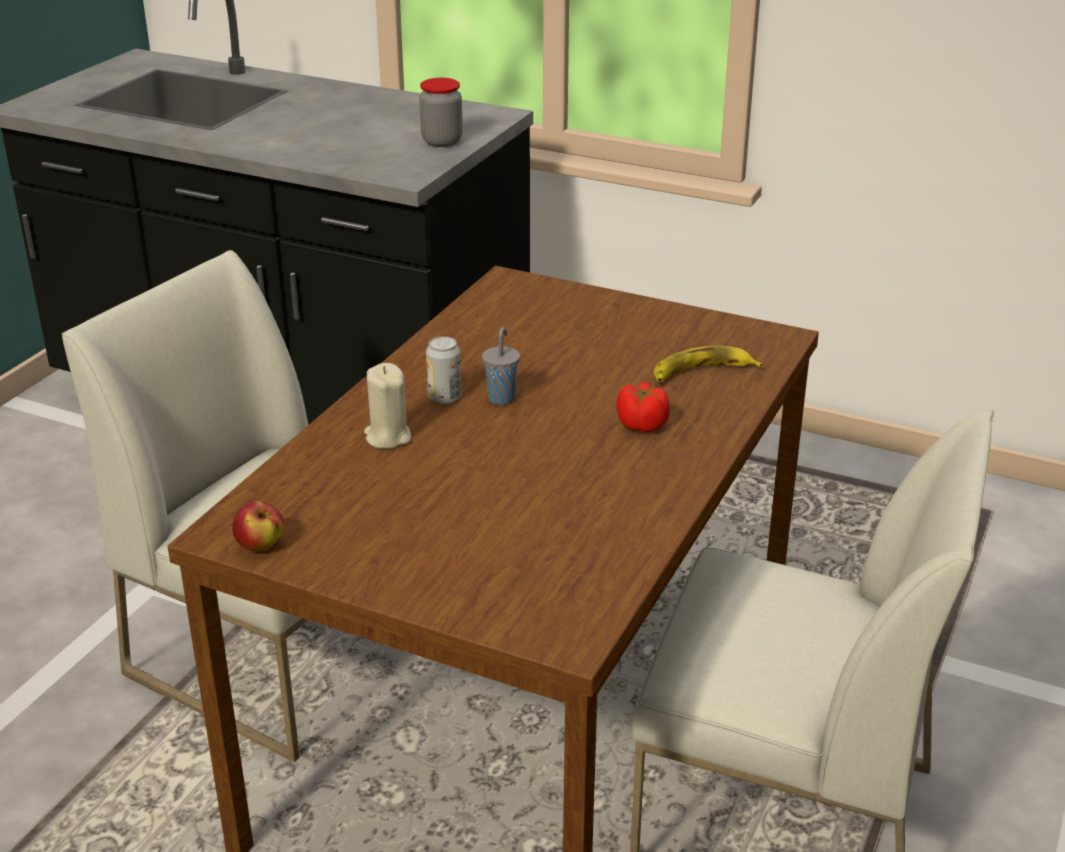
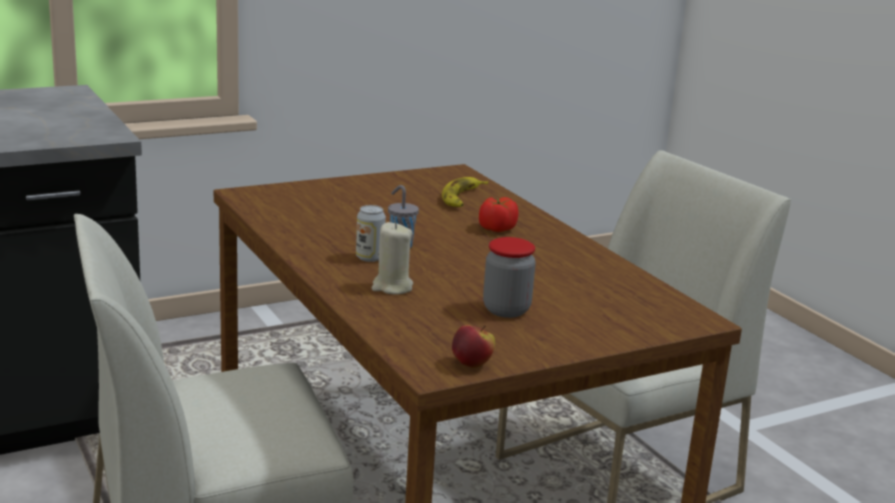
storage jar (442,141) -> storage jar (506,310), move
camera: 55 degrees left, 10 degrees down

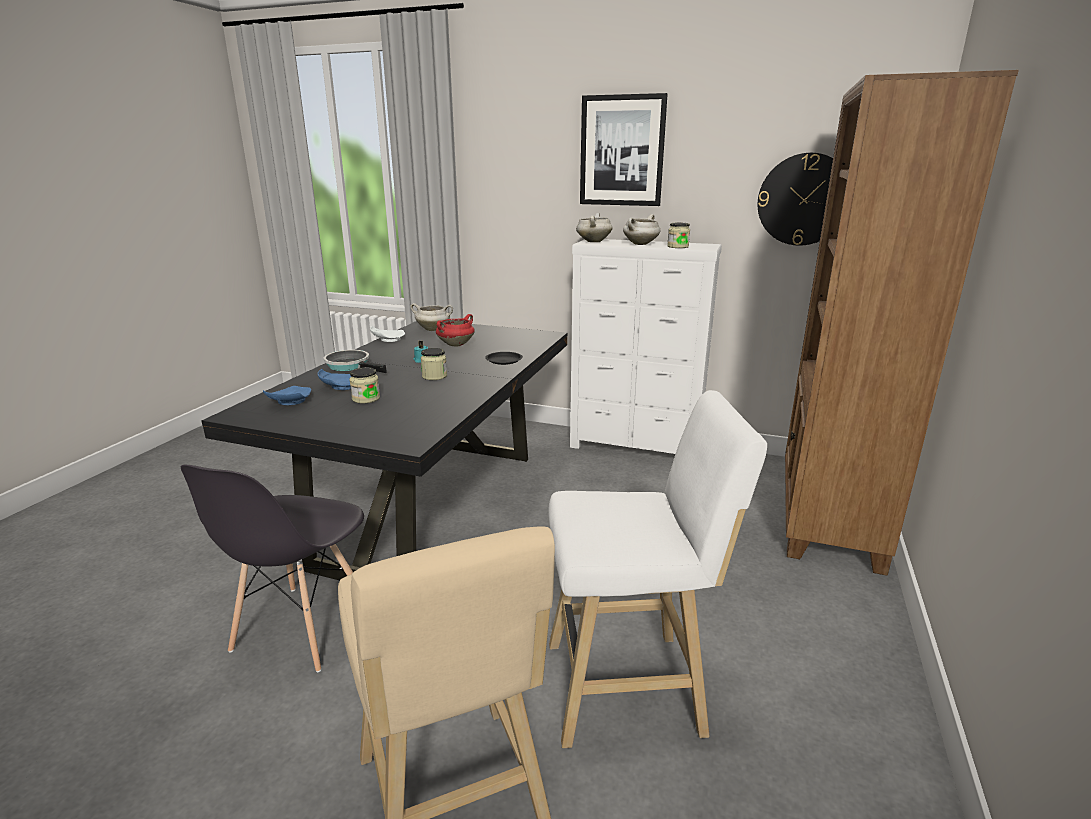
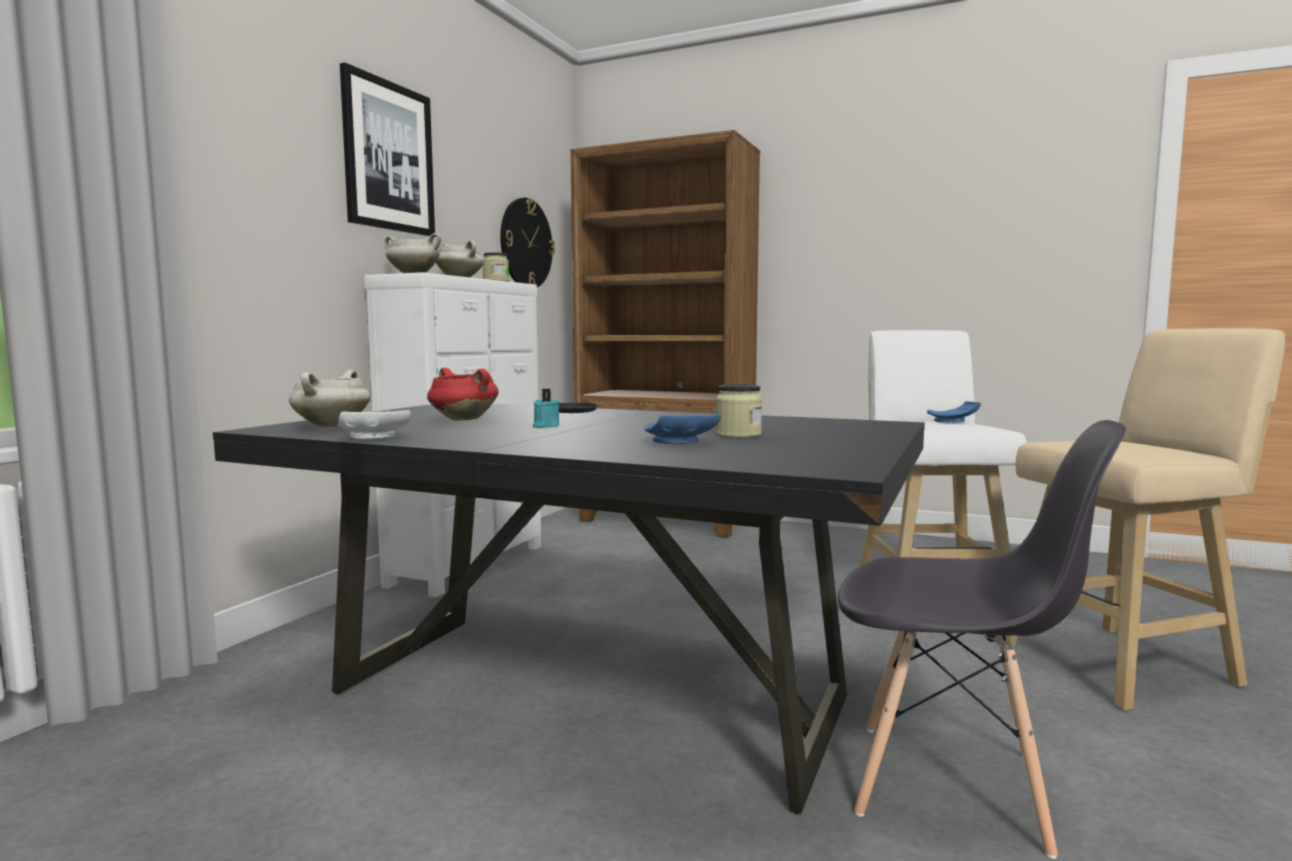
storage jar (434,376) -> none
frying pan (351,366) -> none
flat dish in bluish (289,402) -> flat dish in bluish (953,421), move
camera: 85 degrees left, 15 degrees down

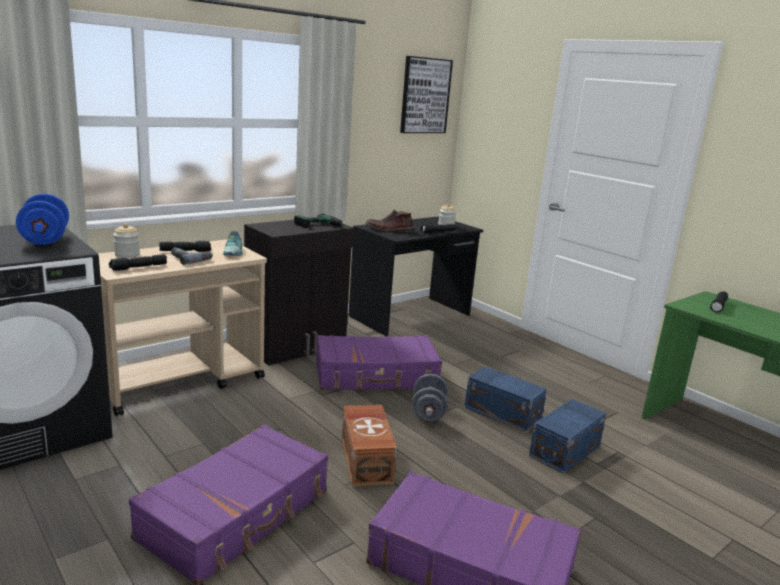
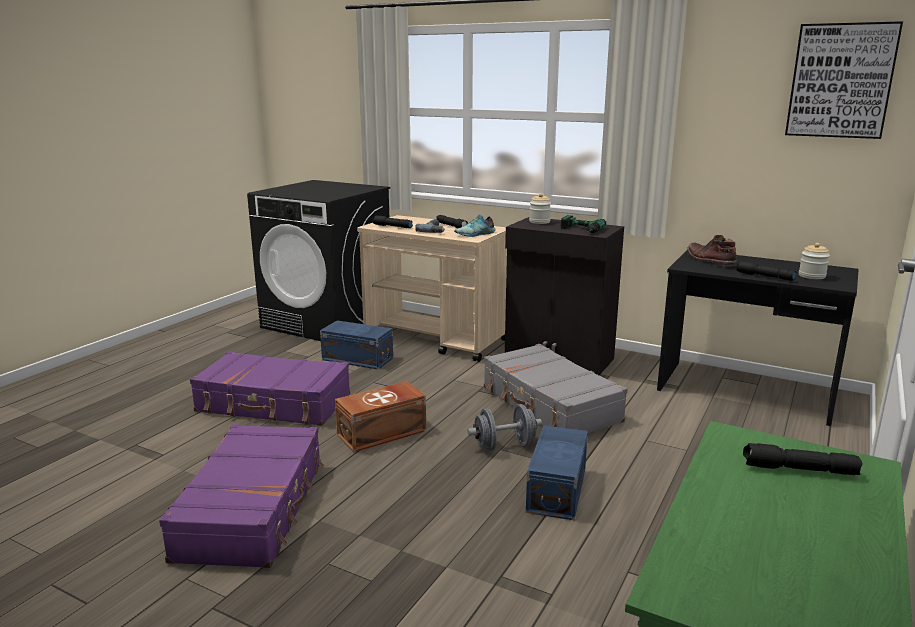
free weight in bluish (45,239) -> none
storage jar (127,255) -> storage jar (539,222), move
piece of luggage in purplish (376,376) -> piece of luggage in gray (549,405)
storage box in bluish (566,451) -> storage box in bluish (358,359), move
camera: 70 degrees right, 0 degrees up

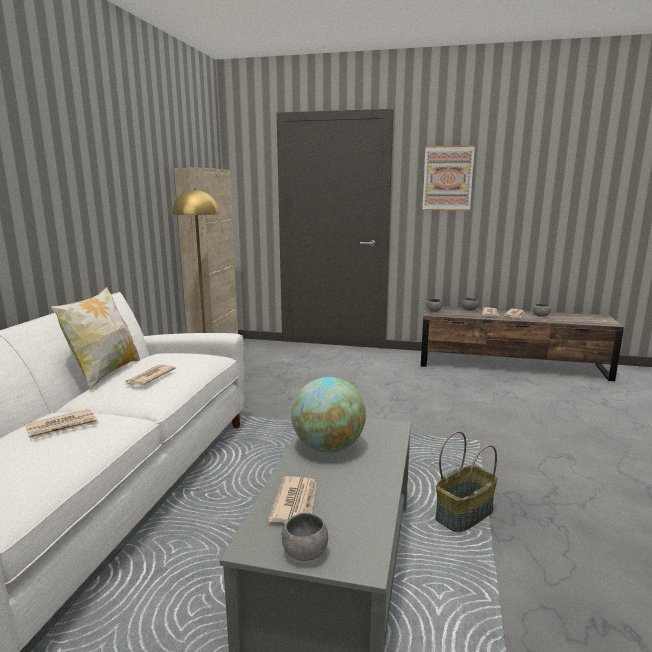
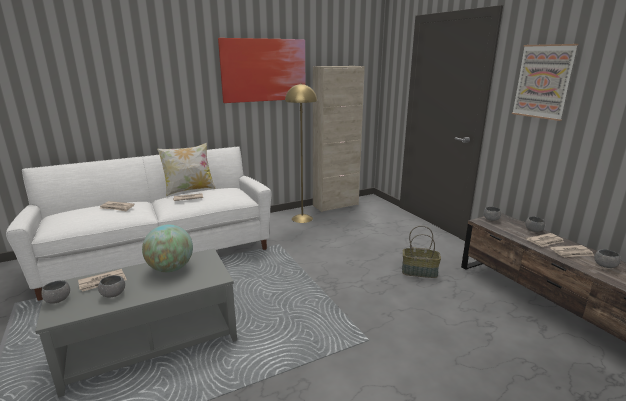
household basket (463,514) -> household basket (419,272), move
none -> picture (264,70)
none -> deep dish in gray (113,294)
camera: 50 degrees right, 5 degrees up

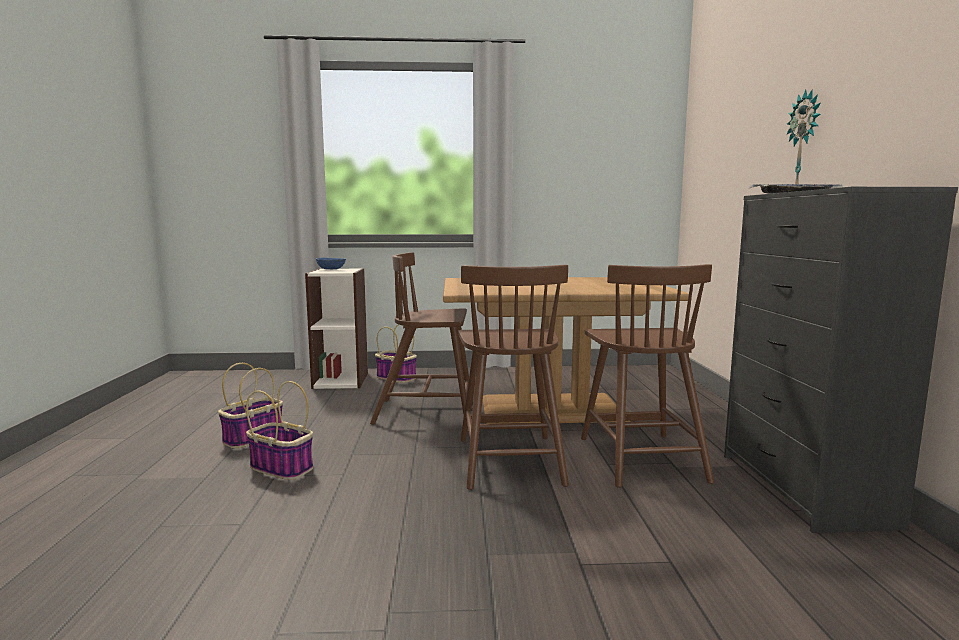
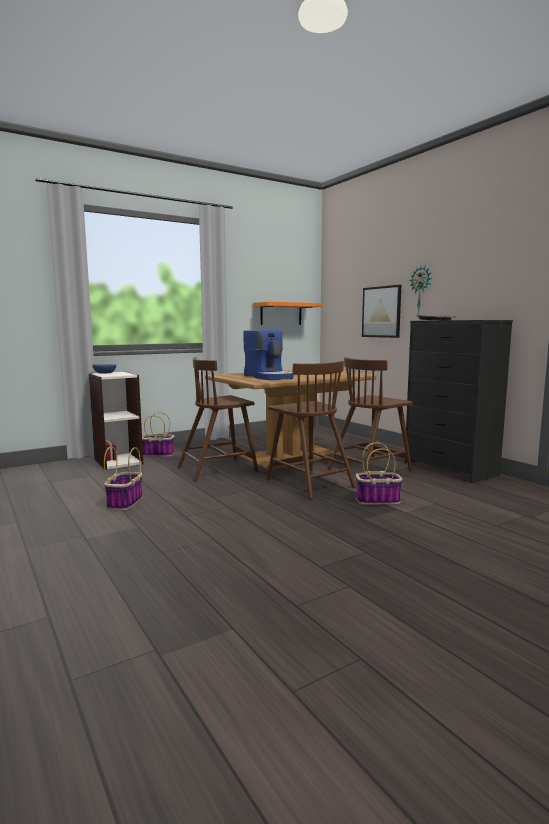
plain chair in brown (640,458) -> plain chair in brown (370,470), 90 degrees clockwise
household basket (283,468) -> household basket (378,500), move
none -> picture (381,312)
none -> bracket shelf in orange (281,314)
none -> coffee machine (269,377)
camera: 30 degrees left, 0 degrees up

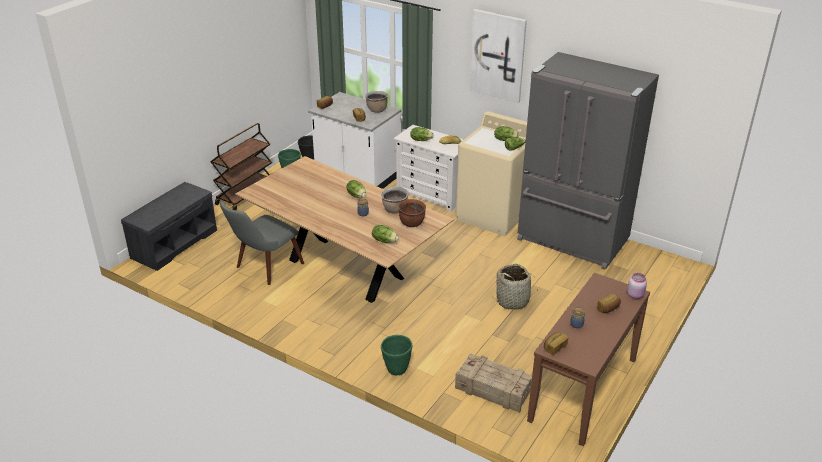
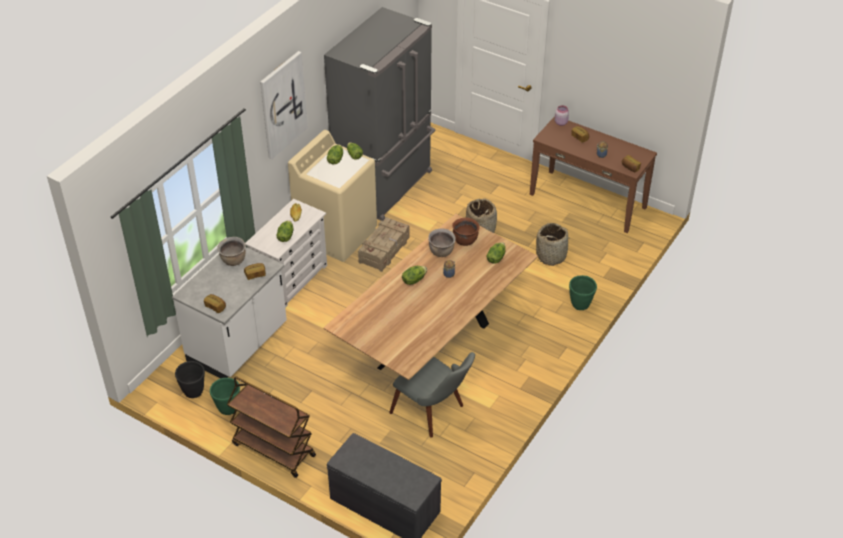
shipping crate (493,390) -> shipping crate (384,250), move
none -> household basket (551,256)
camera: 90 degrees left, 10 degrees up

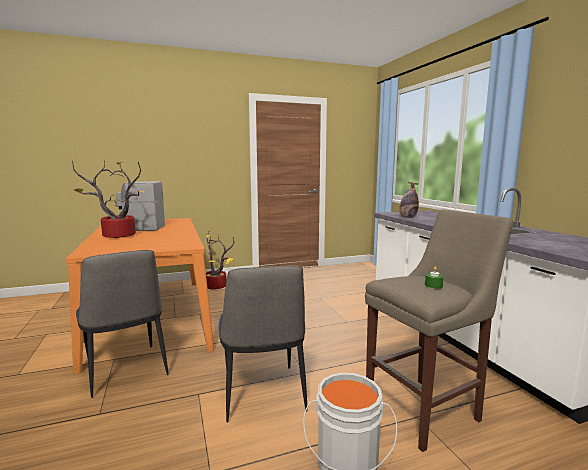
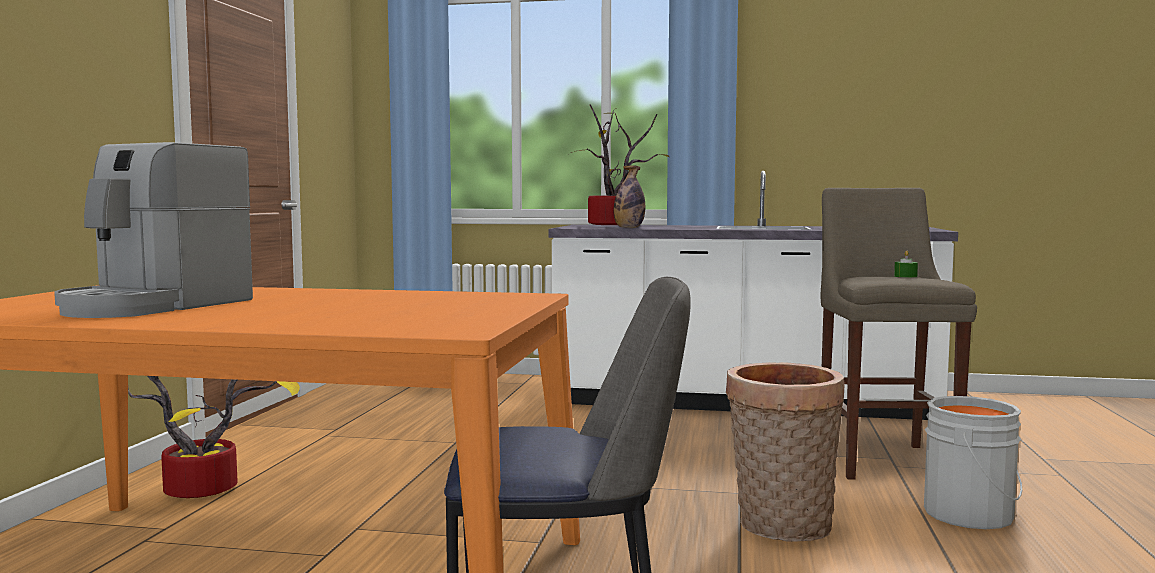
plant in a pot (116,236) -> plant in a pot (612,225), move
plain chair (263,394) -> household basket (781,528)
camera: 60 degrees left, 5 degrees down

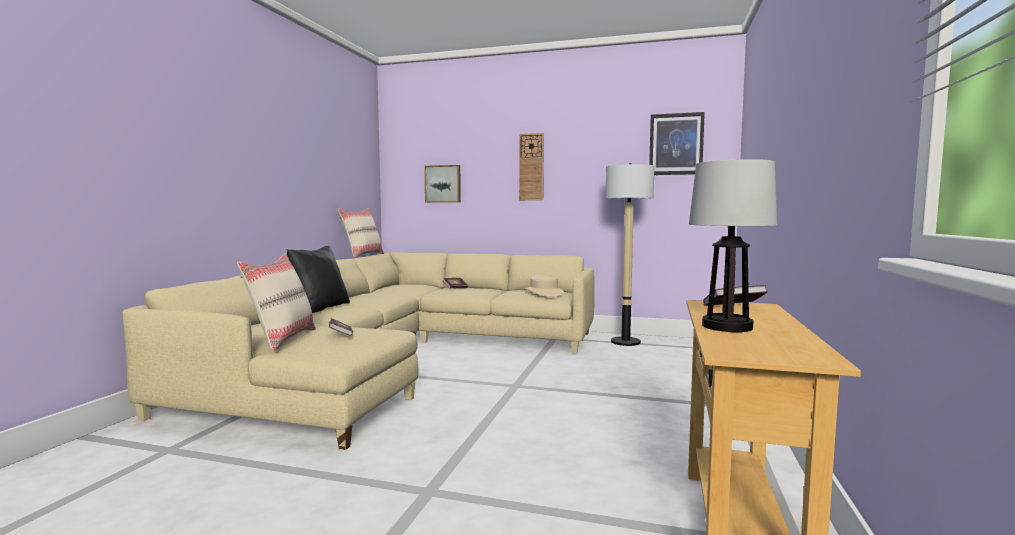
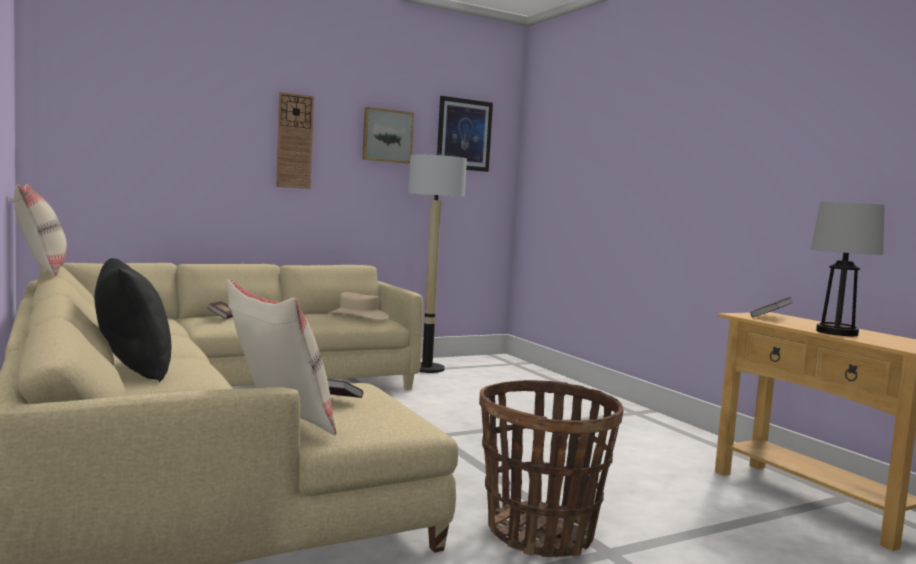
picture (443,184) -> picture (387,136), move
none -> household basket (541,533)
camera: 45 degrees left, 0 degrees up

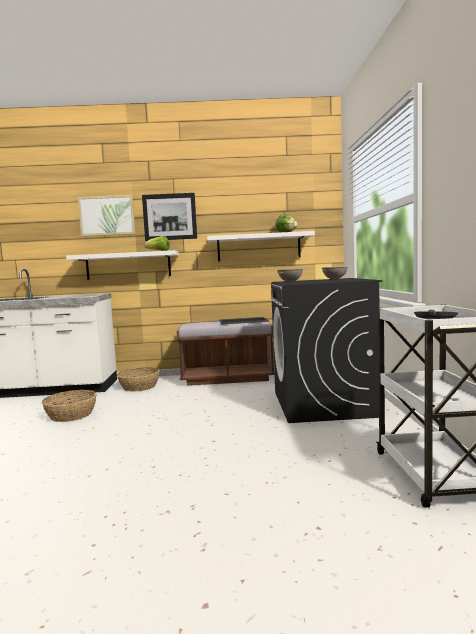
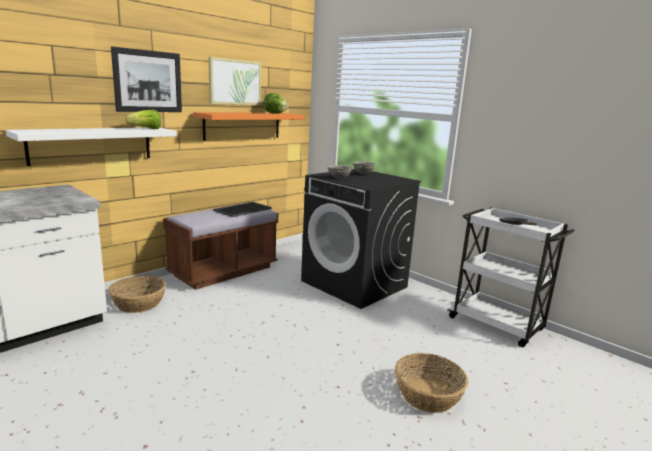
picture (107,216) -> picture (235,82), move
bracket shelf in white-coloured (258,247) -> bracket shelf in orange (243,125)
household basket (71,415) -> household basket (428,394), move
camera: 45 degrees left, 10 degrees up

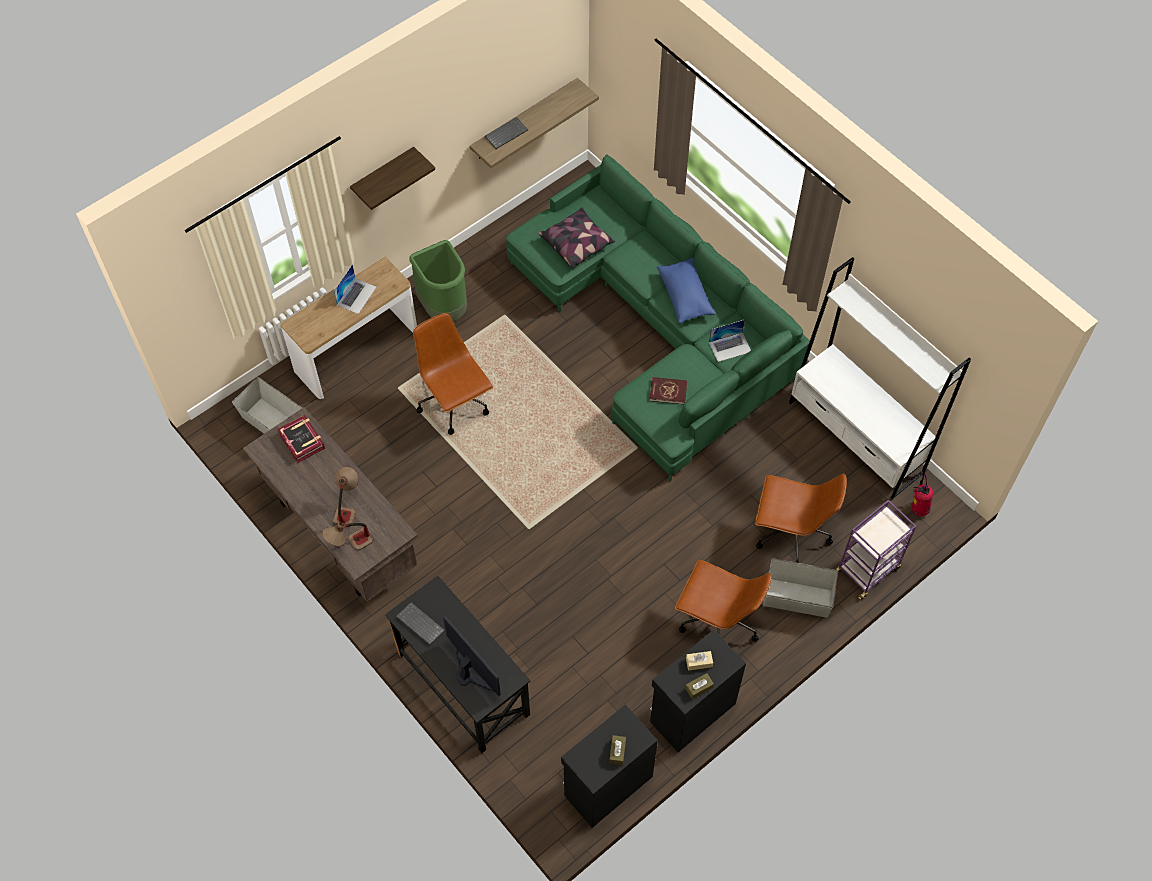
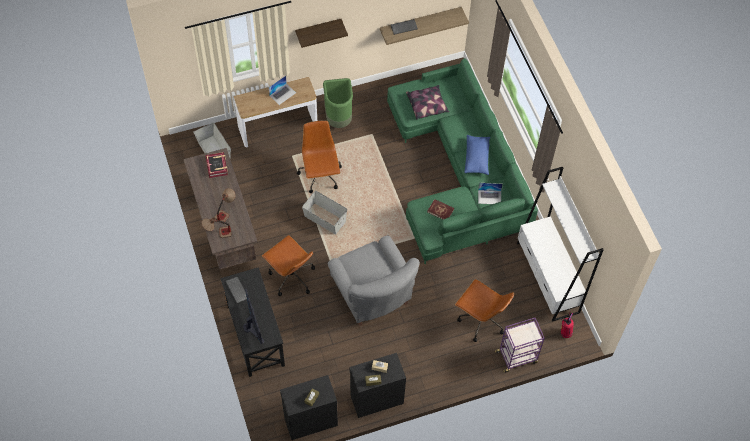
storage box in gray (797,597) -> storage box in gray (325,218), move
computer chair in brown (717,624) -> computer chair in brown (291,277), move
none -> easy chair in gray (372,296)
camera: 20 degrees right, 0 degrees up

